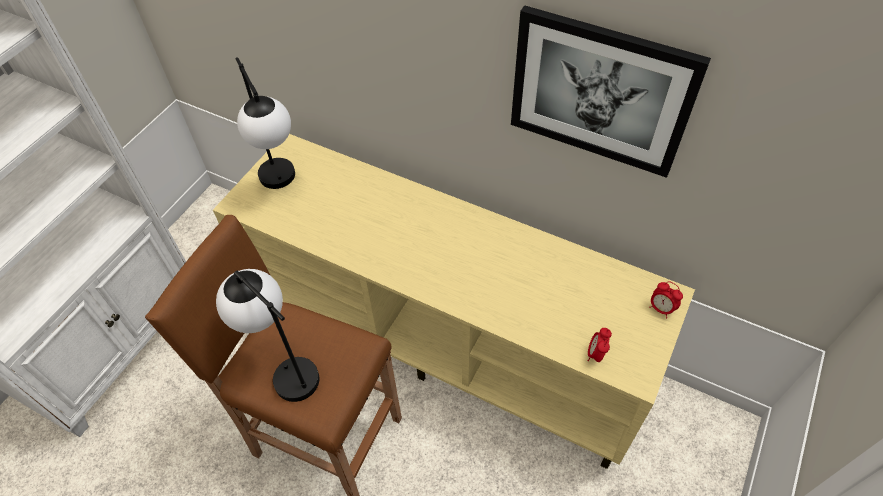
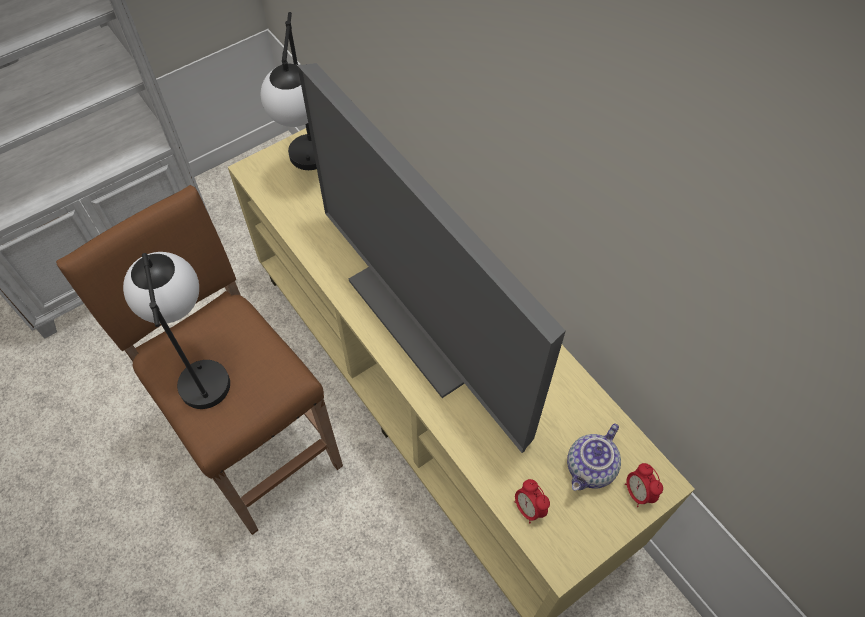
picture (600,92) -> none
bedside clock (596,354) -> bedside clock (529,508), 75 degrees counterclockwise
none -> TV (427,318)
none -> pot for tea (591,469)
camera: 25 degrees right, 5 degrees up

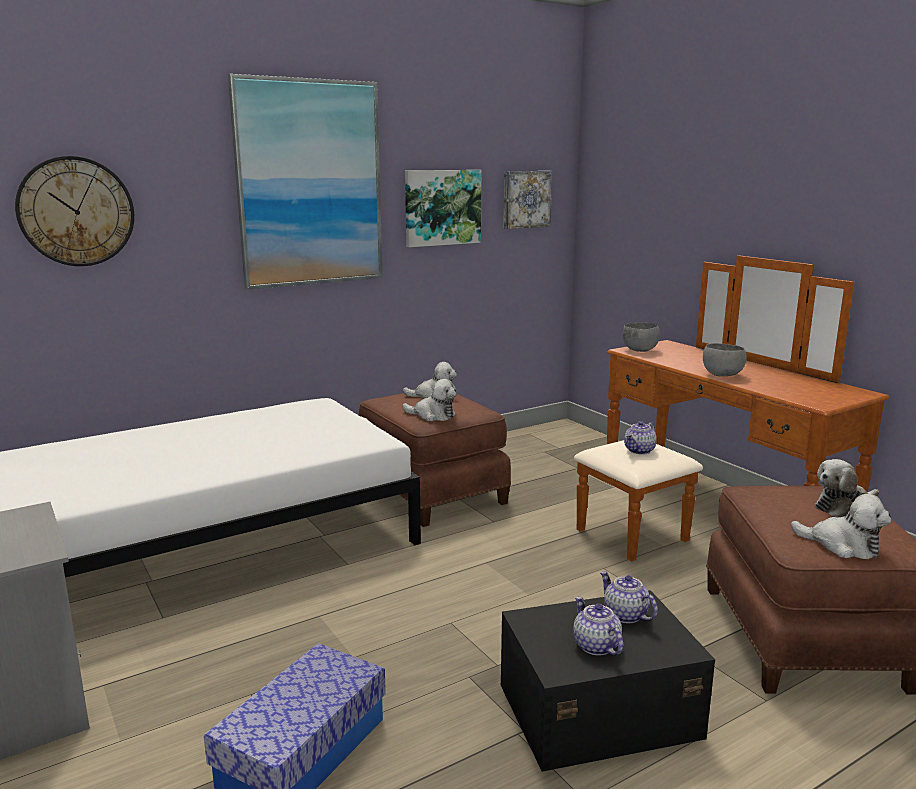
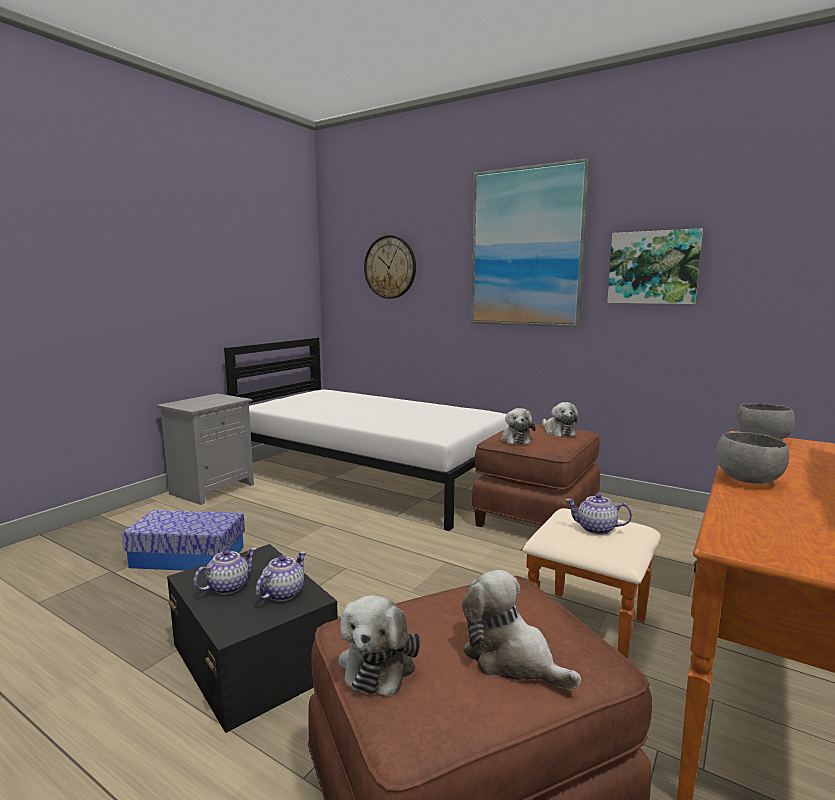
picture (525,199) -> none
camera: 65 degrees right, 5 degrees down

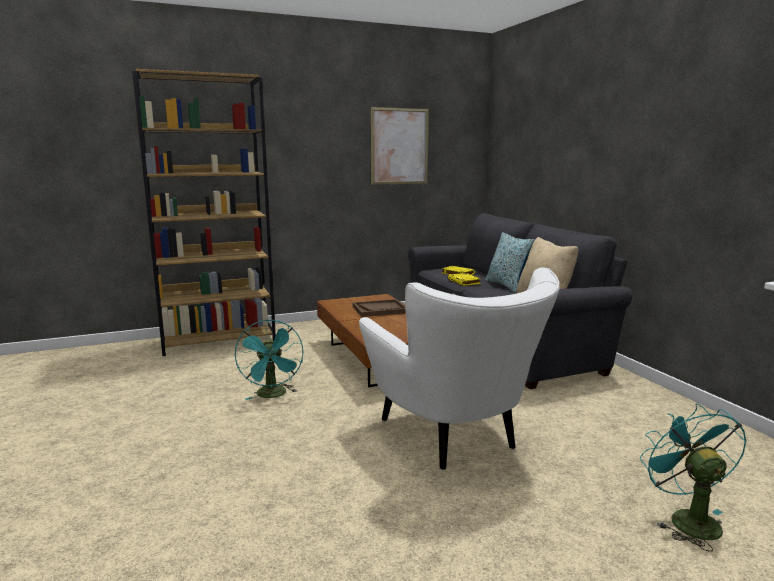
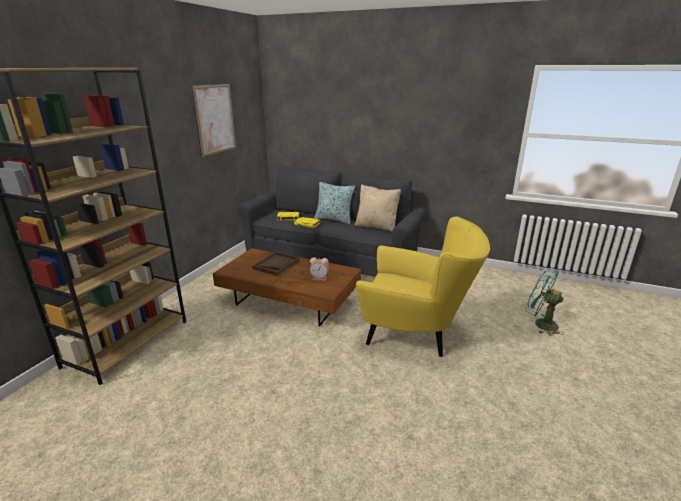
easy chair in white-coloured (453,438) -> easy chair in yellow-coloured (415,335)
cooling fan in turquoise (273,395) -> none
none -> bedside clock (320,278)
camera: 45 degrees left, 10 degrees up

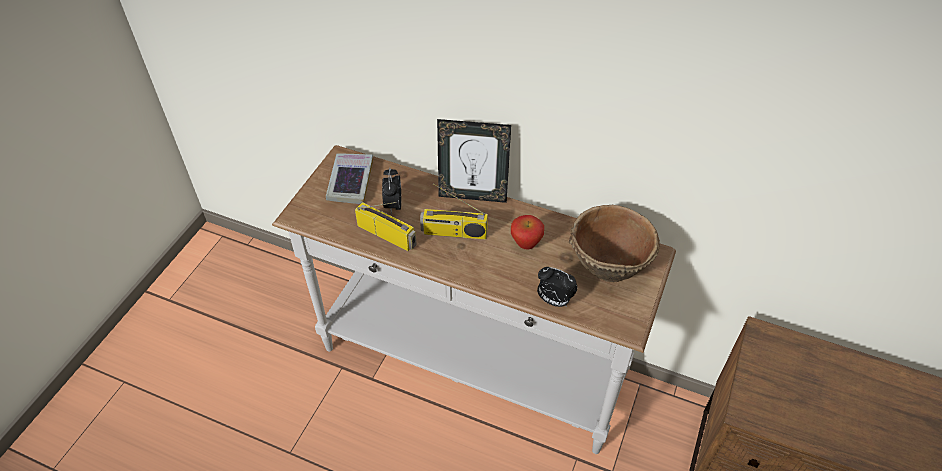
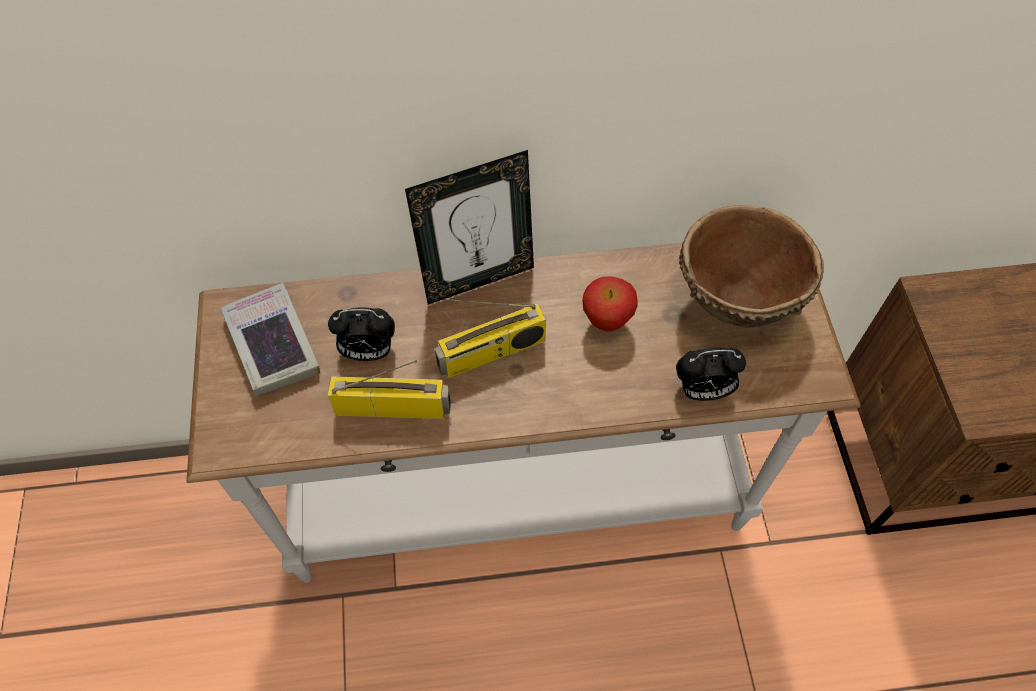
bedside clock (393,205) -> bedside clock (368,352), 60 degrees counterclockwise
camera: 30 degrees left, 10 degrees up

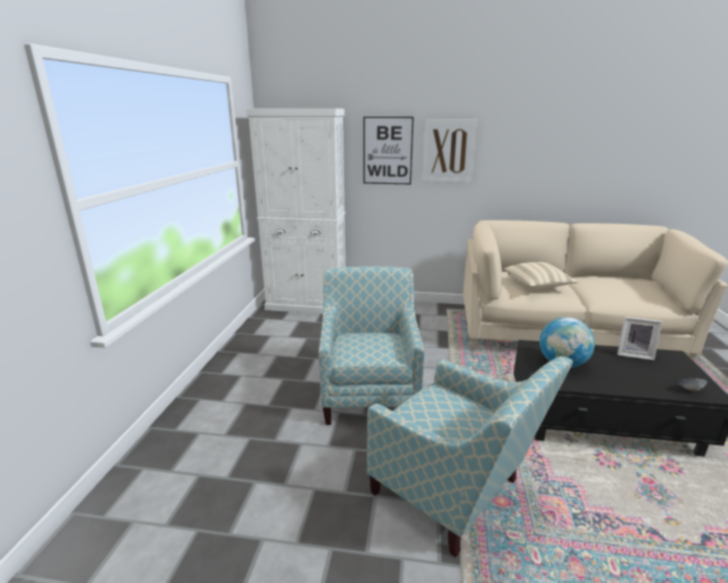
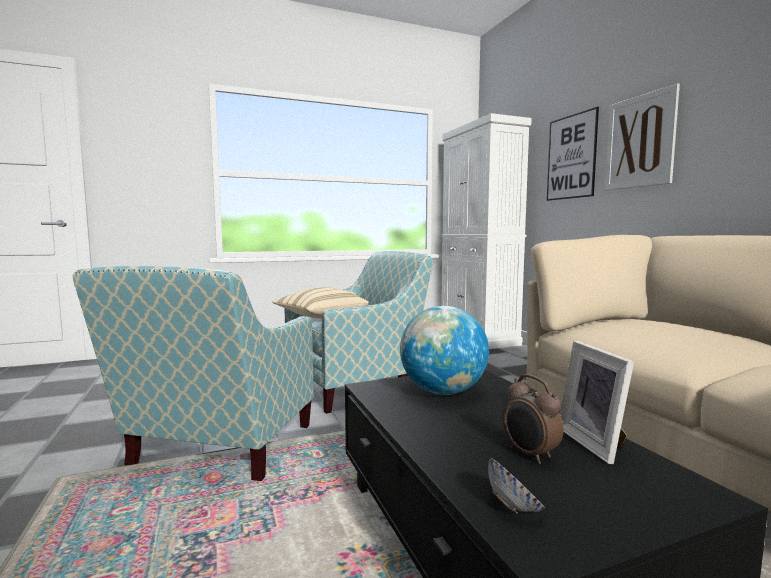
throw pillow in beige-coloured (537,285) -> throw pillow in beige-coloured (320,317), move
none -> bedside clock (529,455)
camera: 60 degrees right, 15 degrees down

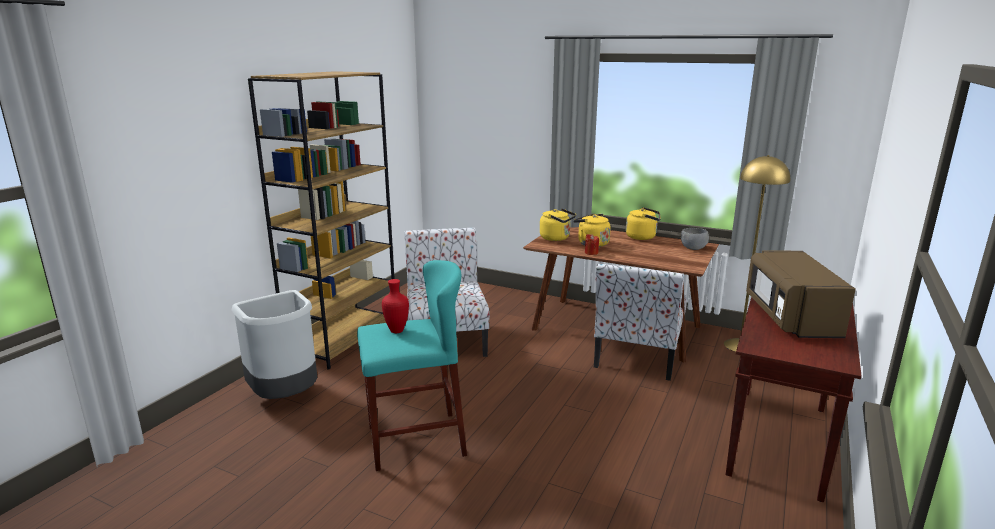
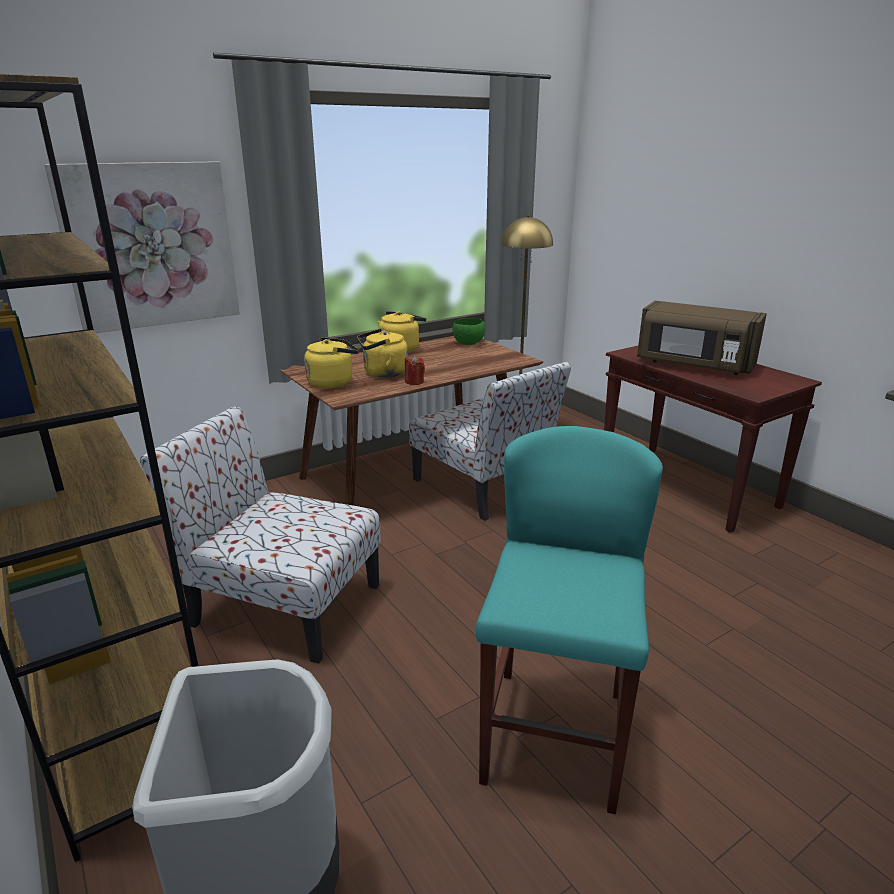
deep dish in gray (693,248) -> deep dish in green (468,344)
decorative vase in reddish (397,331) -> none
none -> picture (151,246)
camera: 60 degrees left, 5 degrees up

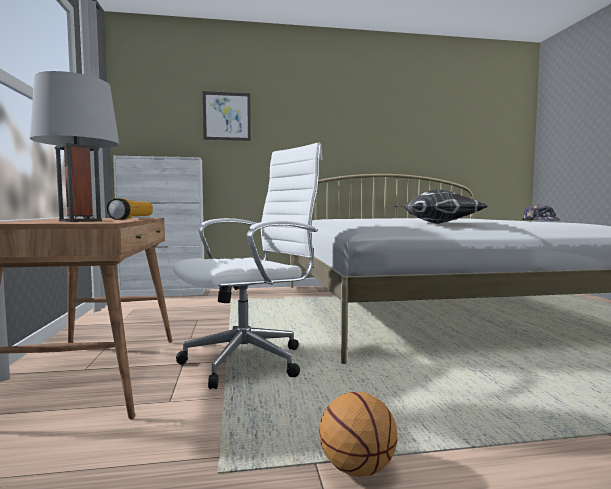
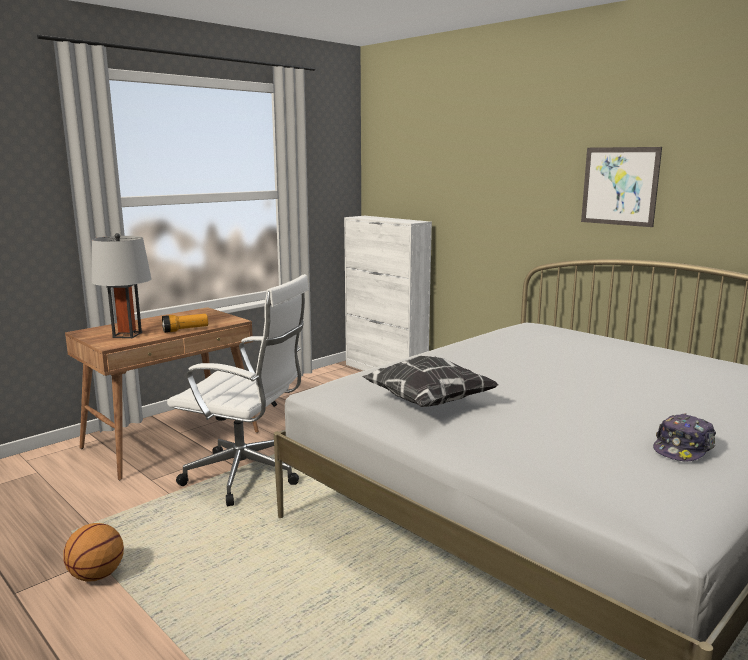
picture (227,116) -> picture (619,186), move
camera: 55 degrees right, 10 degrees up

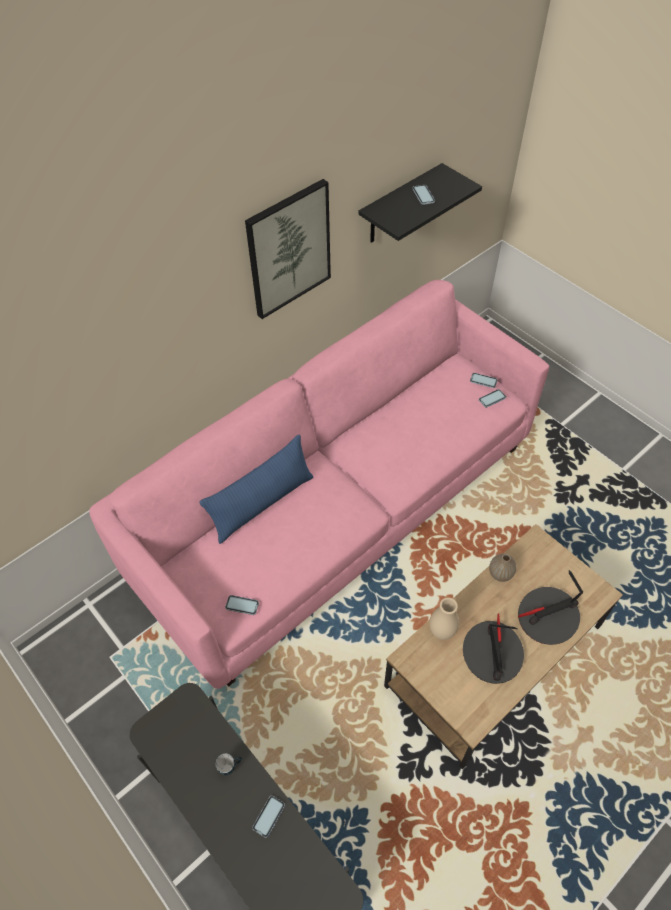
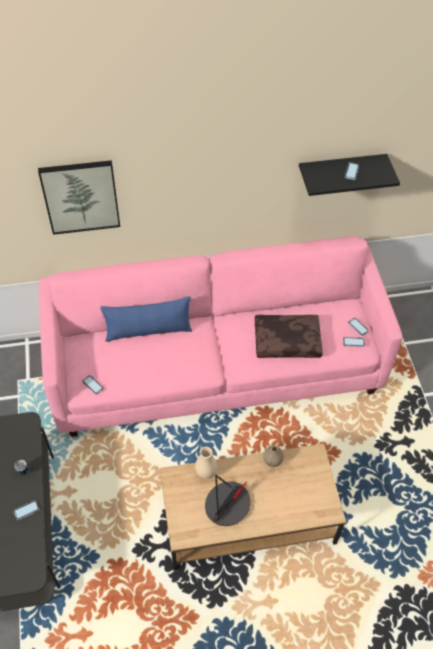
picture (288,249) -> picture (81,196), move
tabletop lamp (548,616) -> none
none -> throw pillow in brown (287,340)
camera: 30 degrees right, 0 degrees up

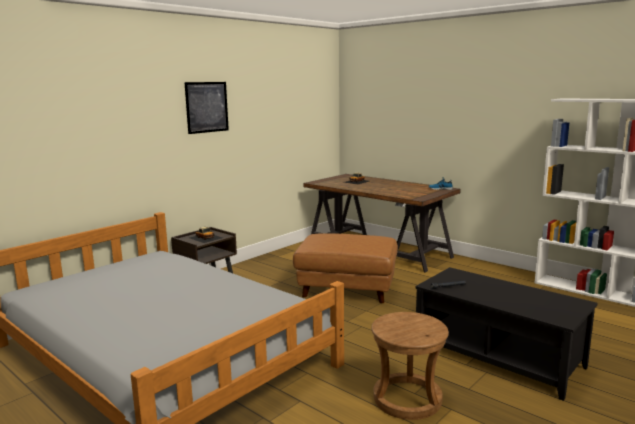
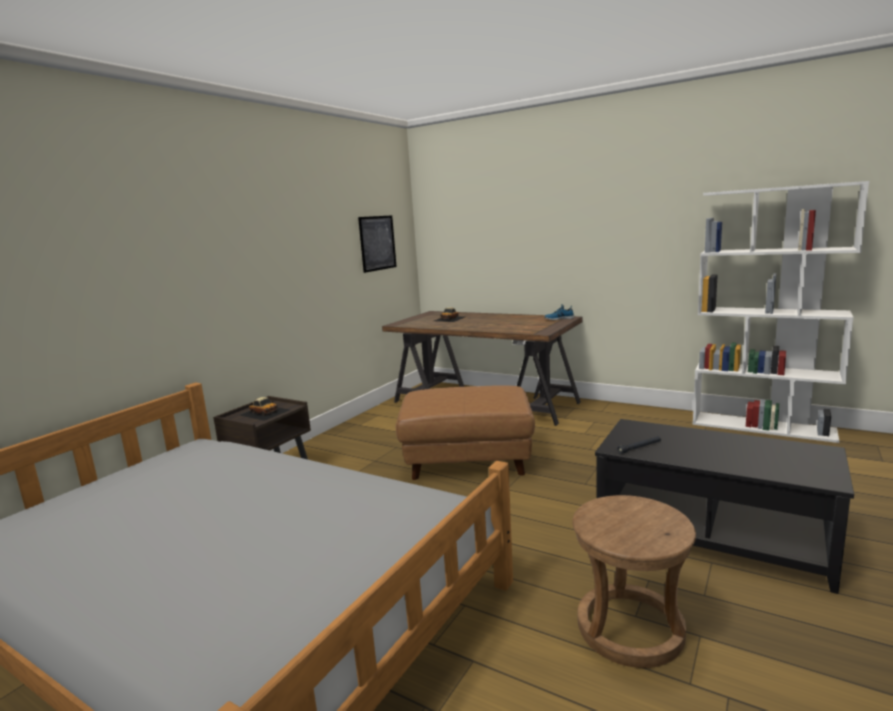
picture (207,107) -> picture (377,243), move
camera: 10 degrees left, 0 degrees up

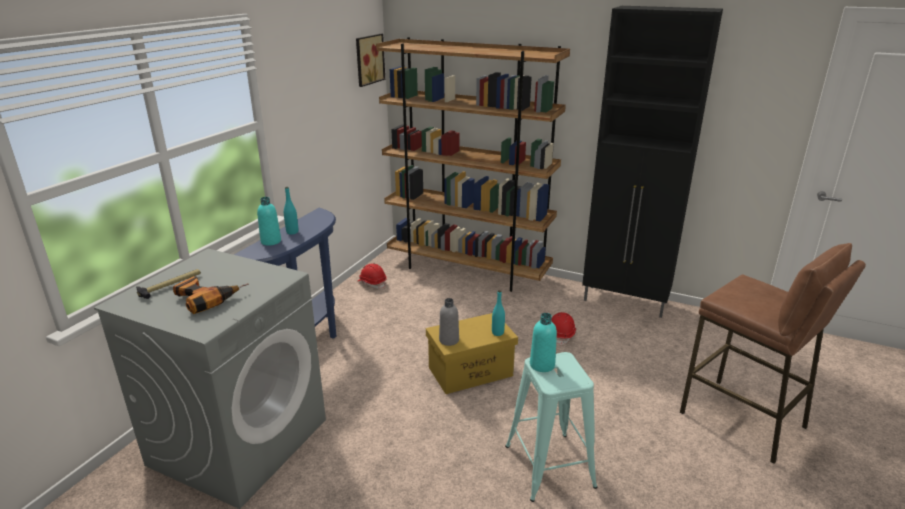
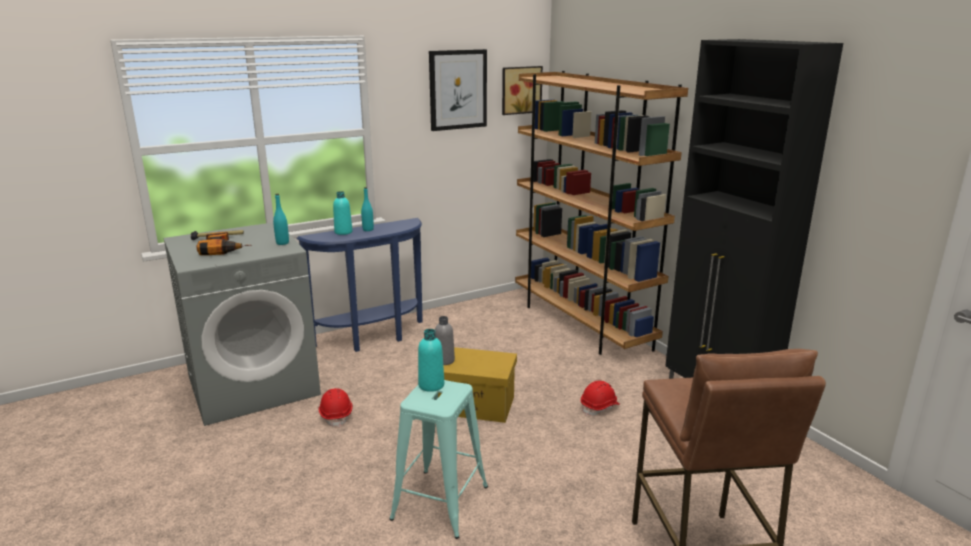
work helmet in reddish (372,283) -> work helmet in reddish (336,415), move
beverage bottle in turquoise (497,333) -> beverage bottle in turquoise (282,243), move
none -> picture (458,89)
camera: 35 degrees right, 5 degrees down

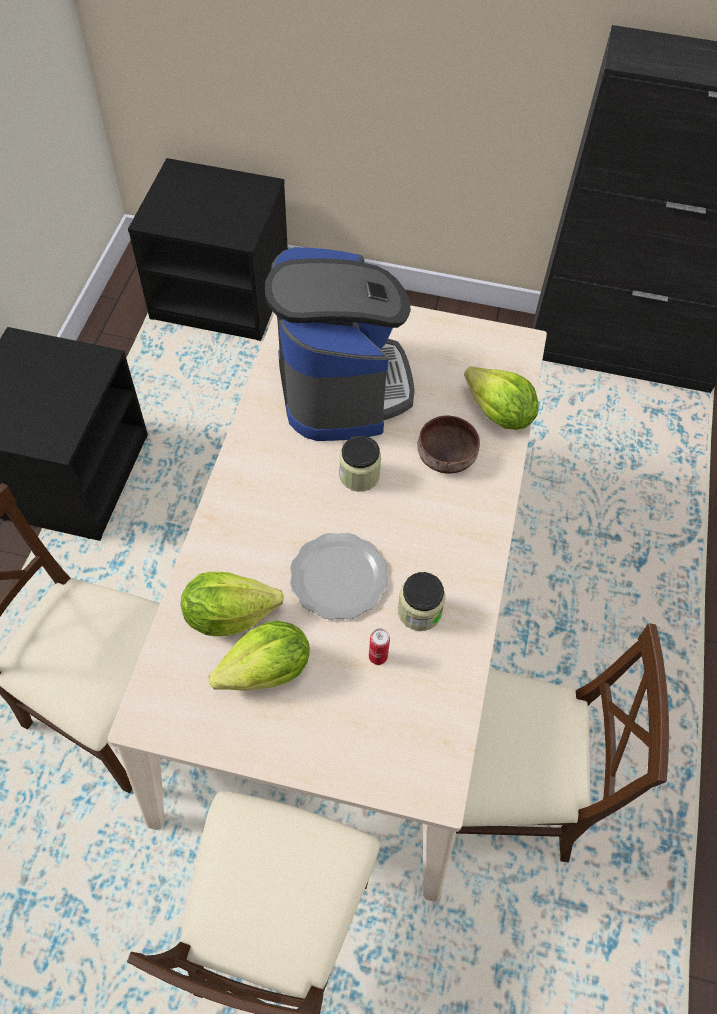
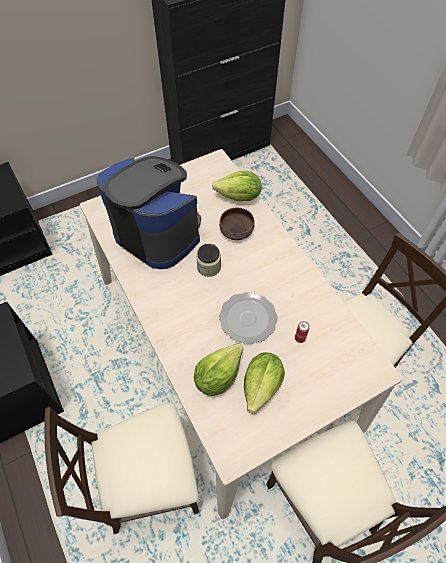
storage jar (419,611) -> none
camera: 40 degrees left, 0 degrees up

